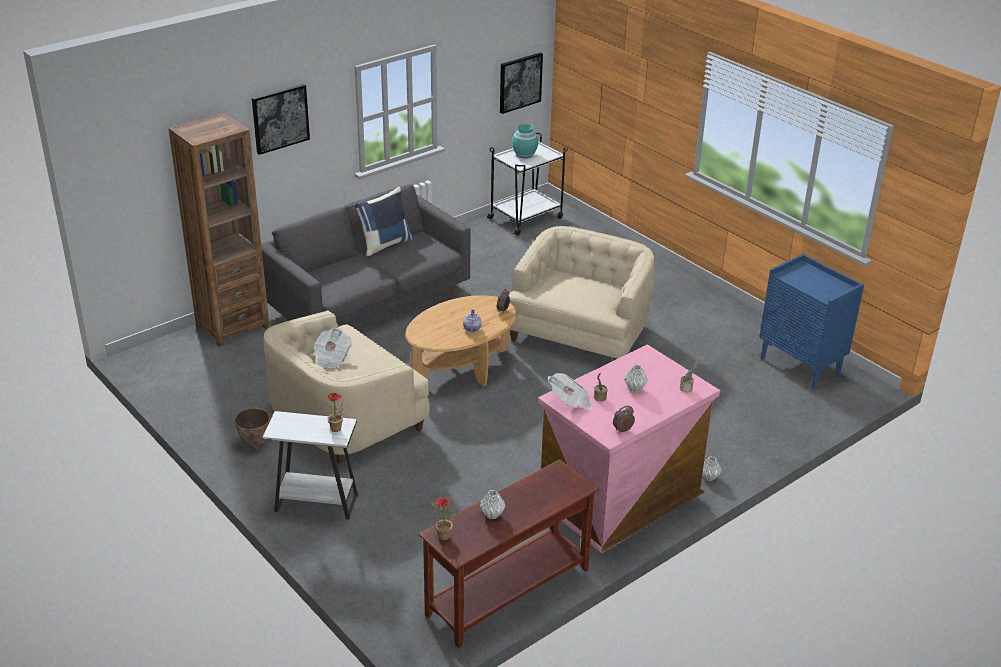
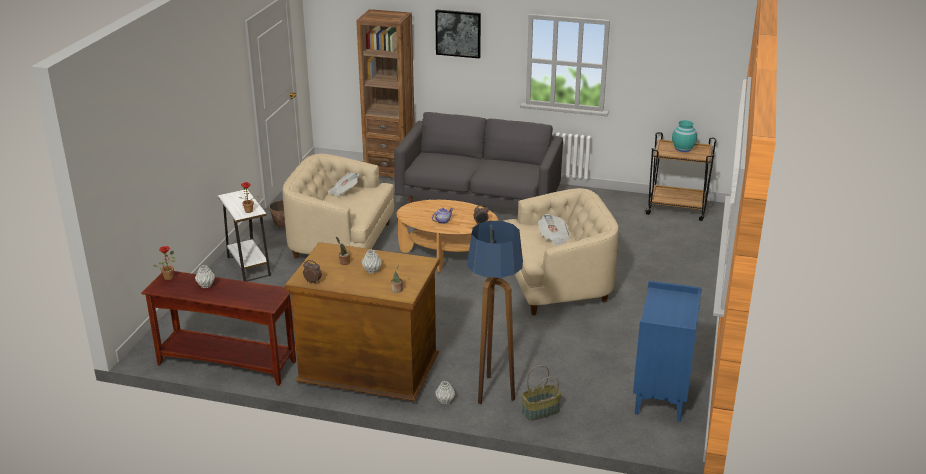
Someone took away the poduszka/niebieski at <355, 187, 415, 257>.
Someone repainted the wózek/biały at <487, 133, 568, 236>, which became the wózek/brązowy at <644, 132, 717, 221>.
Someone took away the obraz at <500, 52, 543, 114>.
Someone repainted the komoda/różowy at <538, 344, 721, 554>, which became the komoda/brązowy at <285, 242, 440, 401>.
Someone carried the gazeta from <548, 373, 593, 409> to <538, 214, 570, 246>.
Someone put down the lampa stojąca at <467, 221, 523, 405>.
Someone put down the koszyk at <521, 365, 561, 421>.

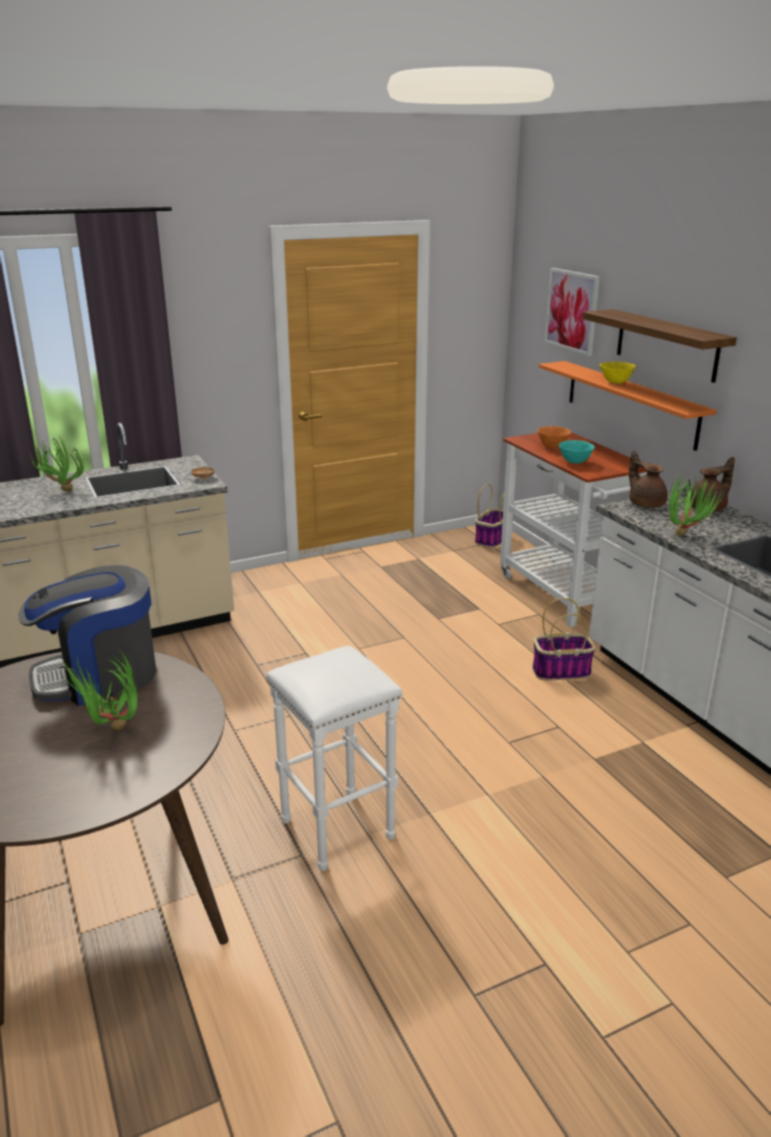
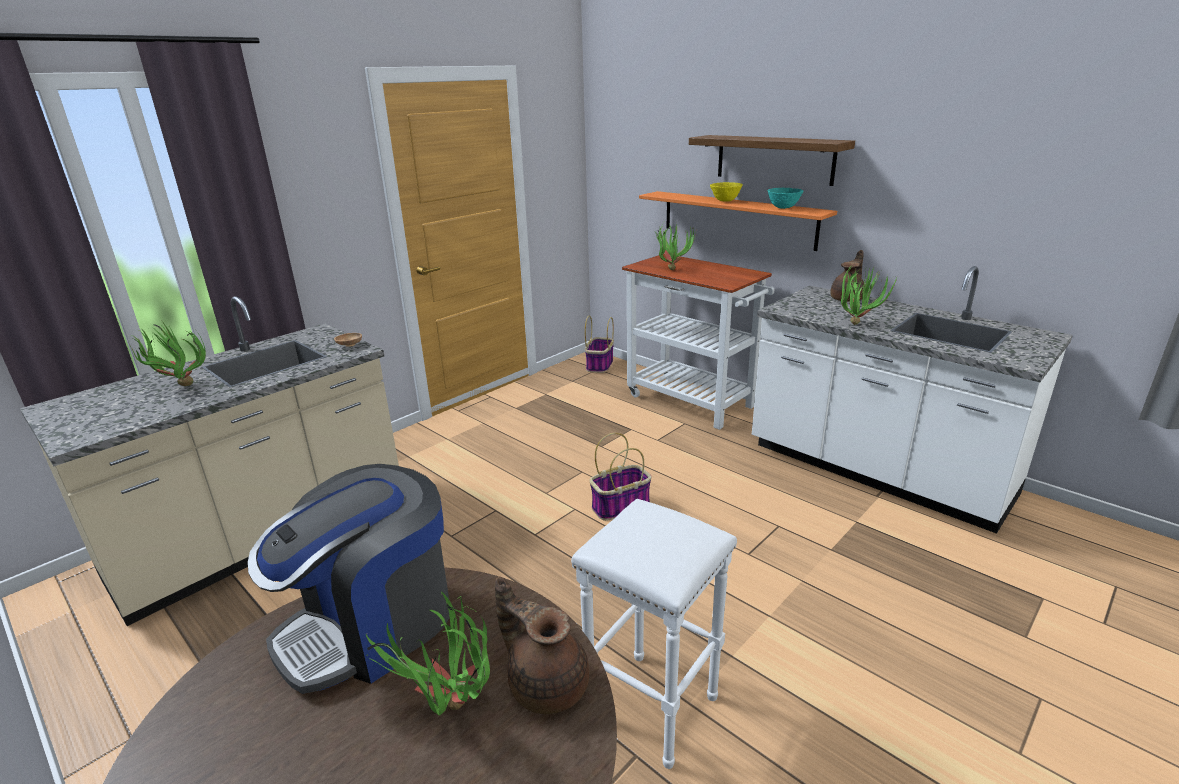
Someone carried the koszyk from <533, 598, 596, 680> to <589, 433, 652, 521>.
Someone swapped the miska/pomarańczowy at <538, 426, 571, 448> for the roślina doniczkowa at <655, 223, 696, 270>.
Someone took away the obraz at <544, 268, 600, 356>.
Someone carried the miska/turkusowy from <559, 440, 595, 463> to <767, 188, 804, 209>.
Someone carried the imbryk/brązowy from <629, 451, 668, 508> to <494, 577, 589, 714>.

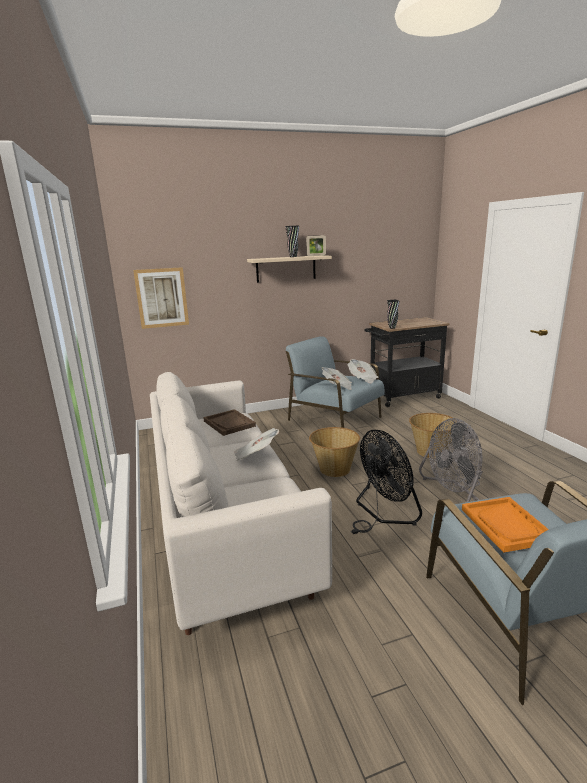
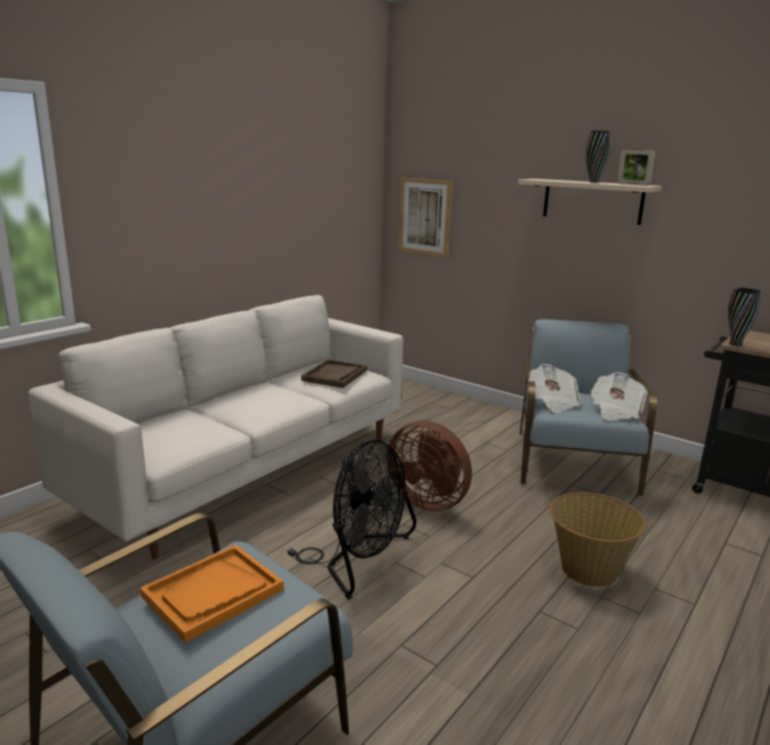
Someone took away the gazeta at <234, 428, 279, 461>.
Someone swapped the koszyk at <309, 427, 360, 477> for the wentylator/brązowy at <386, 421, 472, 512>.
Someone took away the wentylator/szary at <419, 418, 483, 502>.

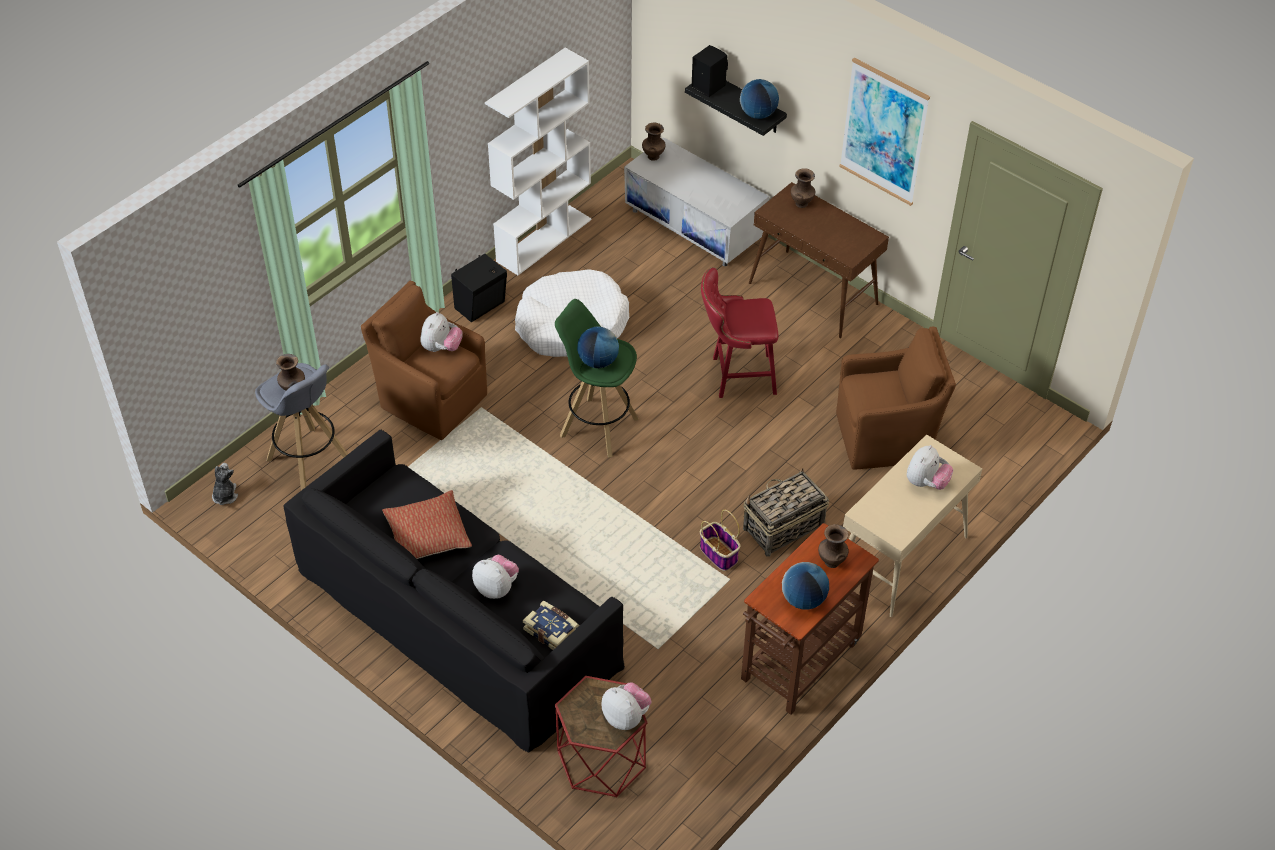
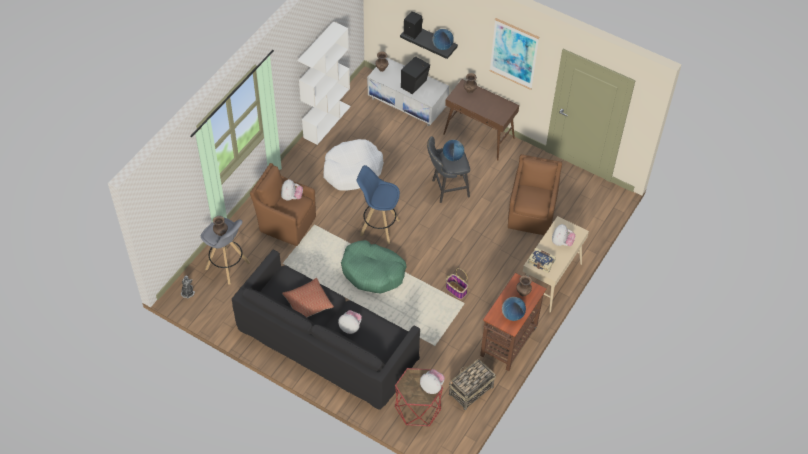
Someone carried the głośnik/czarny from <451, 254, 507, 322> to <401, 56, 430, 94>.
Someone carried the książka from <523, 600, 579, 650> to <527, 248, 556, 273>.
Someone repainted the stołek/zielony at <555, 299, 639, 458>, which became the stołek/niebieski at <357, 165, 400, 244>.
Someone carried the globus from <577, 327, 619, 368> to <443, 140, 464, 161>.
Someone repainted the stołek/czerwony at <701, 267, 778, 398>, which became the stołek/szary at <427, 136, 470, 203>.
Someone carried the koszyk from <743, 468, 829, 557> to <449, 359, 496, 410>.
Someone rotated the fotel/brązowy at <836, 327, 956, 469> by 60 degrees counterclockwise.
Someone put down the legowisko/zielony at <341, 240, 407, 294>.

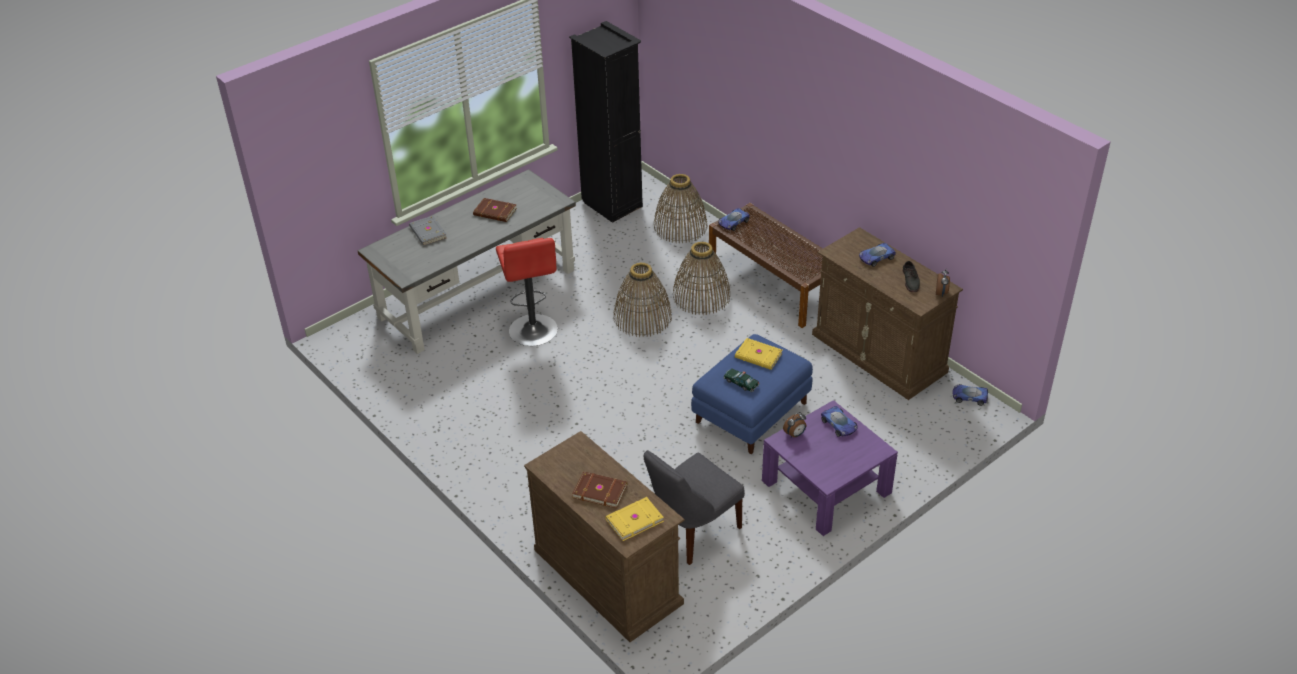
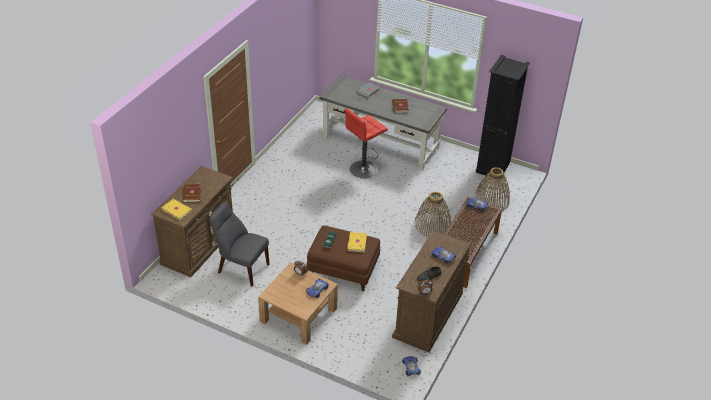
Someone took away the koszyk at <613, 263, 672, 337>.
Someone repainted the pufa/niebieski at <691, 334, 813, 454>, which became the pufa/brązowy at <307, 226, 380, 291>.
Someone repainted the ława/fioletowy at <762, 400, 898, 536>, which became the ława/brązowy at <258, 262, 338, 345>.

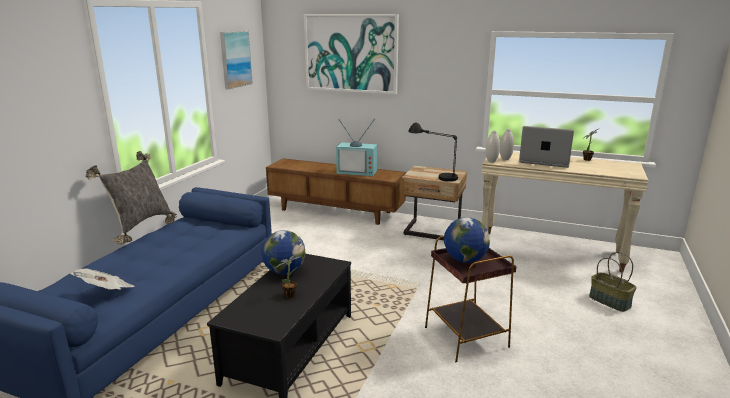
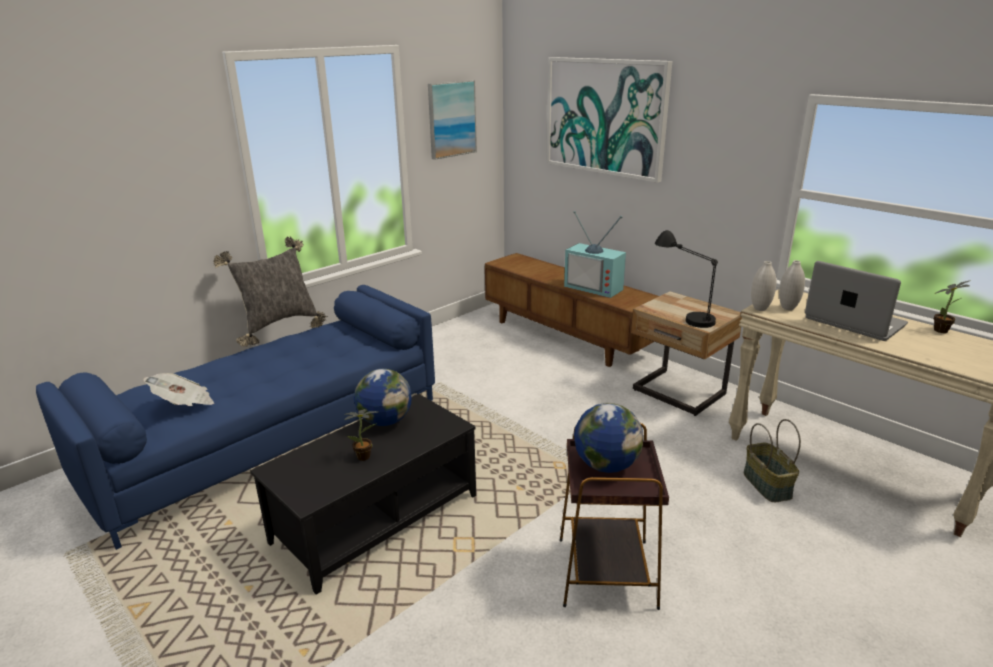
Someone carried the koszyk from <589, 252, 636, 312> to <744, 419, 801, 502>.

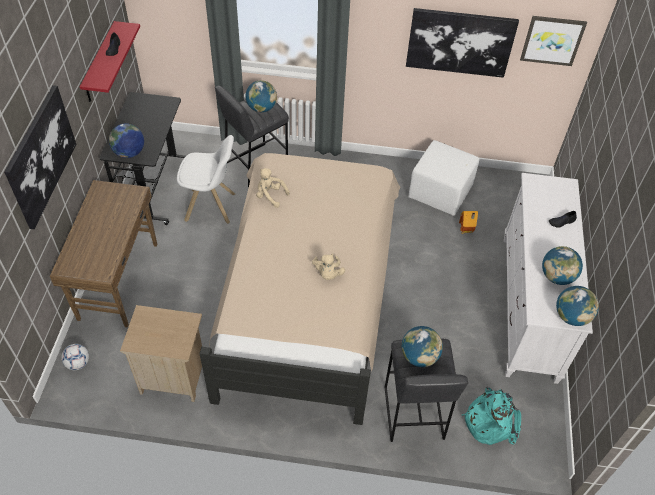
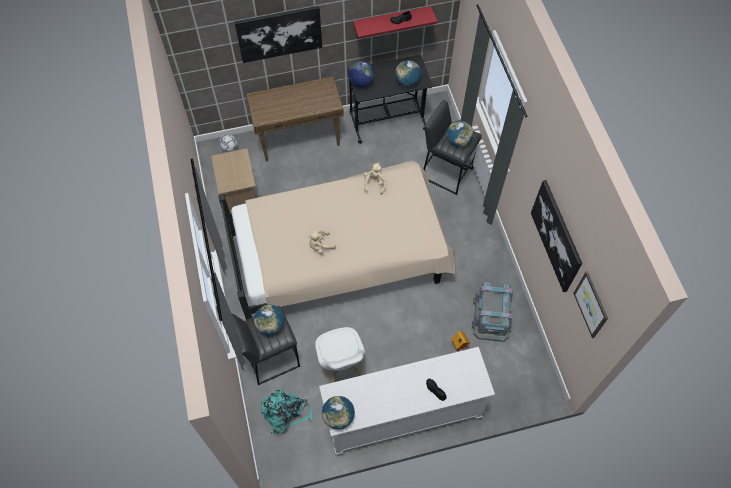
Someone carried the krzesło/biały from <177, 135, 235, 224> to <315, 327, 365, 383>.
Someone swapped the pufa/biały at <408, 140, 479, 216> for the pojemnik do przechowywania/szary at <472, 281, 513, 342>.
Someone carried the globus from <542, 246, 583, 285> to <395, 60, 421, 86>.

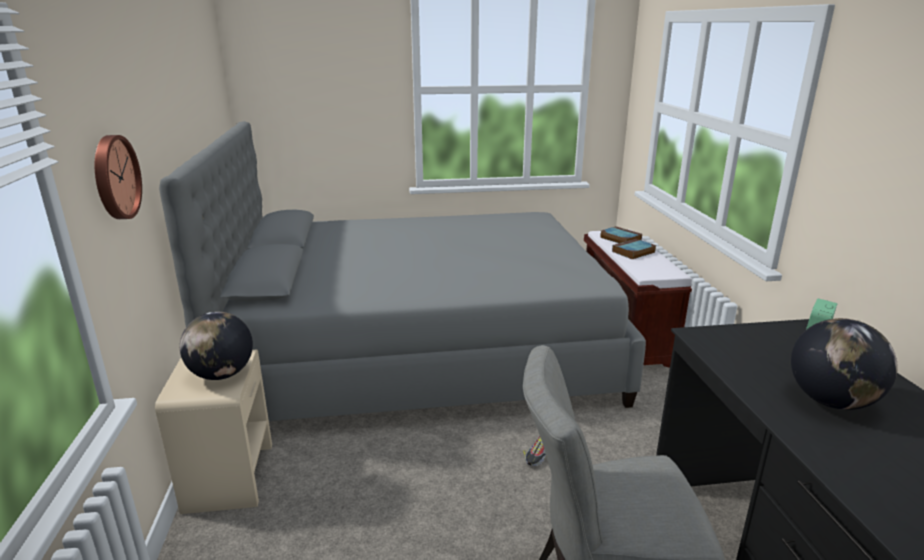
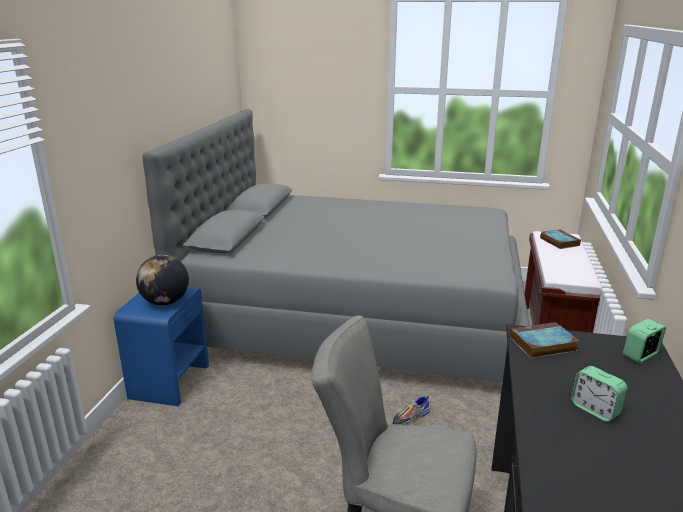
Someone took away the zegar ścienny at <95, 135, 142, 219>.
Someone repainted the szafka nocna/beżowy at <155, 350, 272, 514>, which became the szafka nocna/niebieski at <113, 288, 209, 406>.
Someone carried the książka from <612, 239, 656, 259> to <510, 322, 579, 358>.
Someone swapped the globus at <791, 318, 898, 410> for the budzik at <571, 366, 627, 422>.

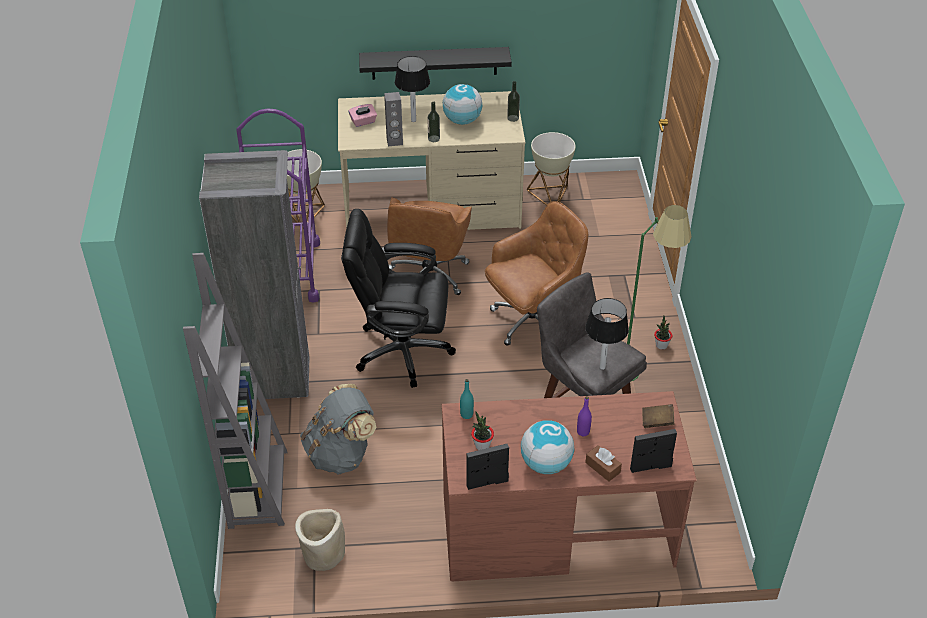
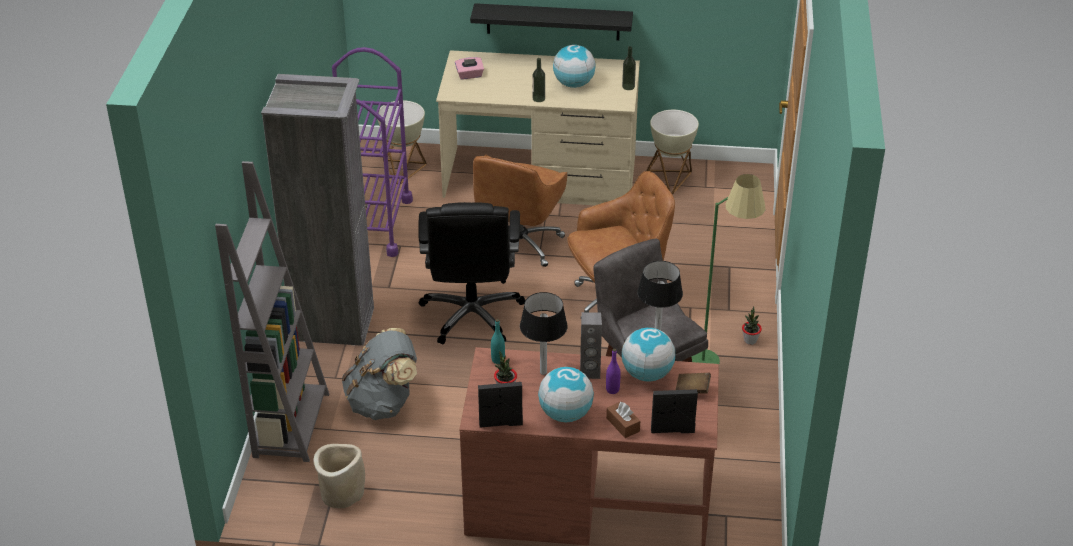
Someone rotated the krzesło biurowe/czarny at <341, 209, 456, 388> by 105 degrees counterclockwise.
Someone carried the głośnik/szary from <384, 92, 403, 146> to <580, 312, 602, 379>.
Someone carried the lampa stołowa from <395, 56, 430, 122> to <520, 292, 568, 375>.
Someone put down the globus at <622, 328, 675, 382>.

